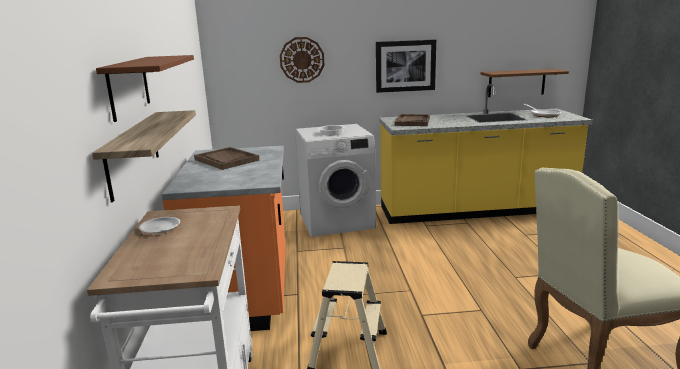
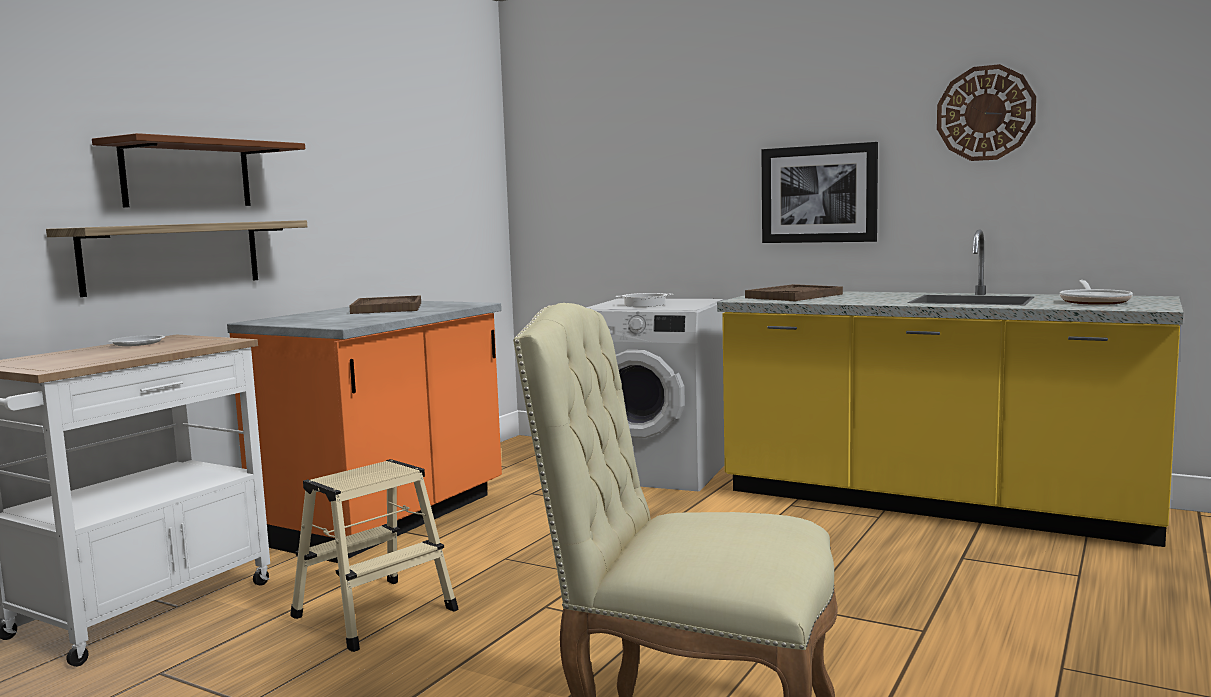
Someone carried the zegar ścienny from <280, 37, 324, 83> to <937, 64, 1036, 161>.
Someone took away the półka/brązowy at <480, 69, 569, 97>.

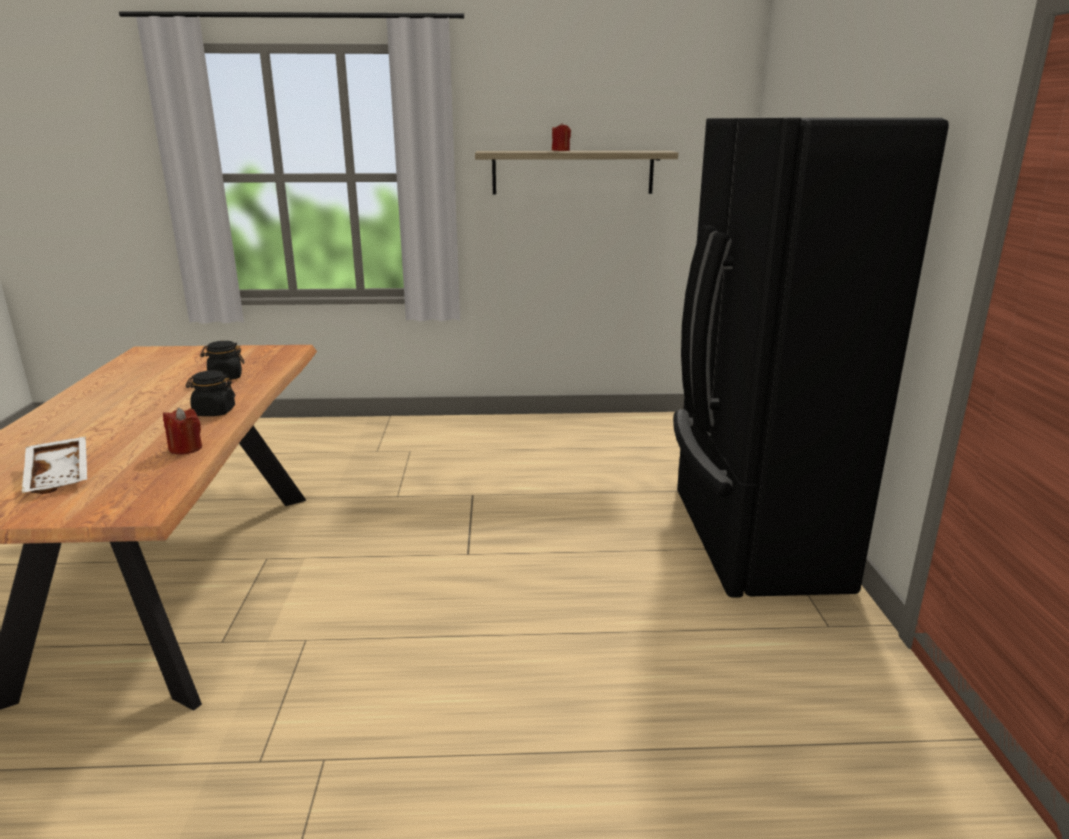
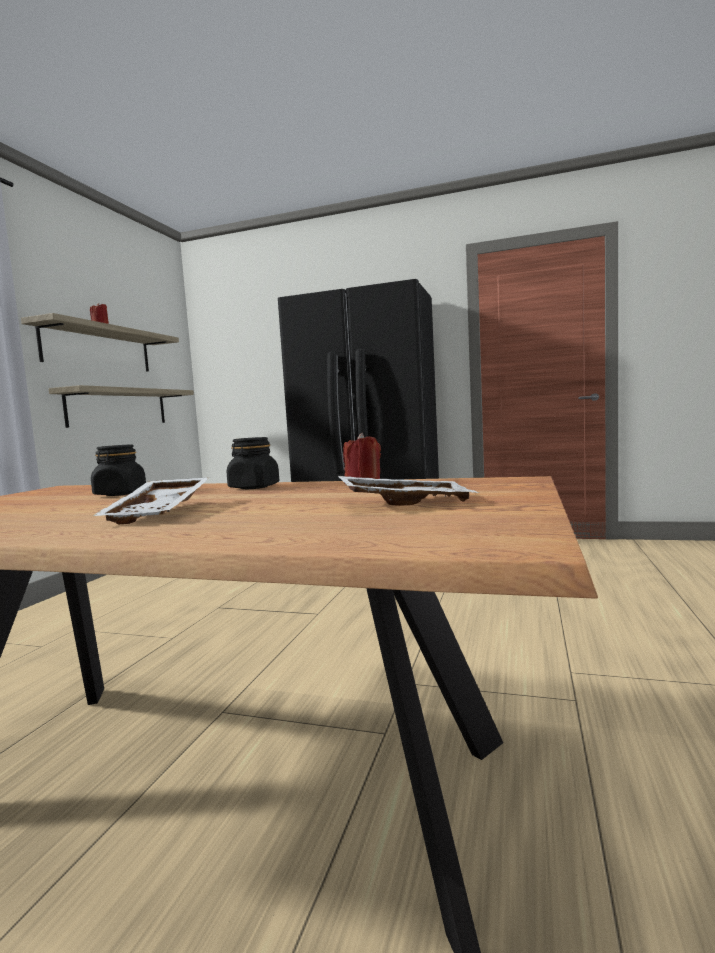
Someone put up the półka at <49, 385, 194, 428>.
Someone put down the taca/biały at <93, 477, 210, 524>.

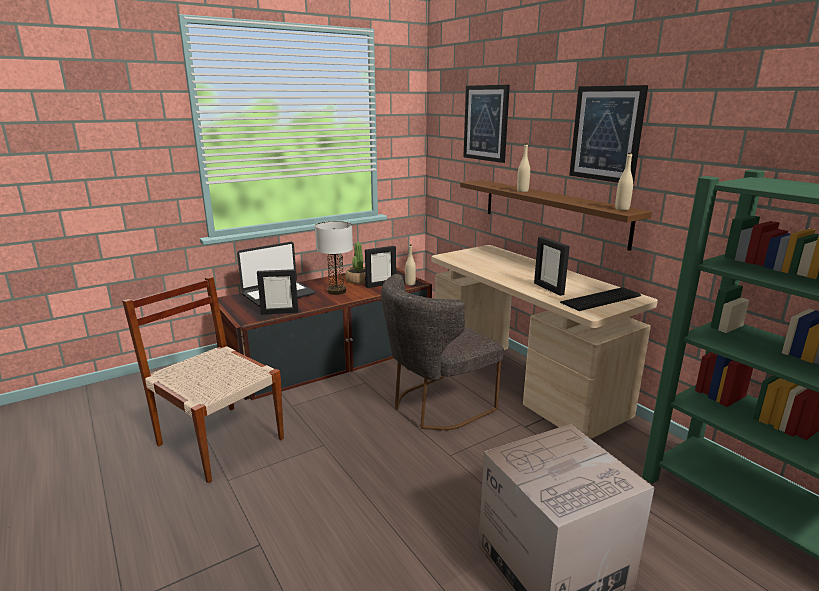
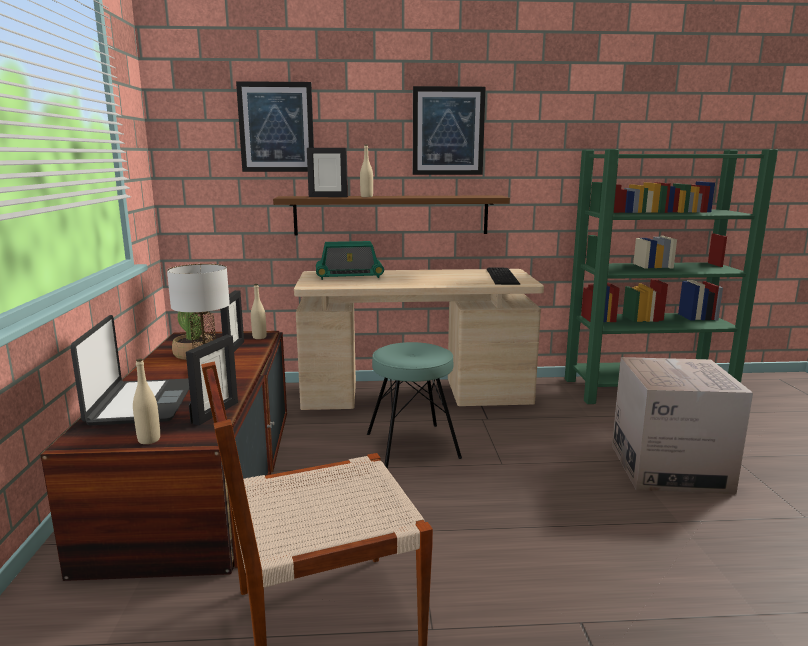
Someone swapped the krzesło/szary at <381, 274, 504, 430> for the stołek/turkusowy at <367, 342, 462, 469>.
Someone carried the ramka na zdjęcie from <534, 237, 570, 296> to <307, 148, 348, 197>.
Someone carried the butelka/beżowy from <615, 153, 633, 210> to <133, 358, 160, 444>.
Someone put down the radio at <316, 241, 384, 280>.

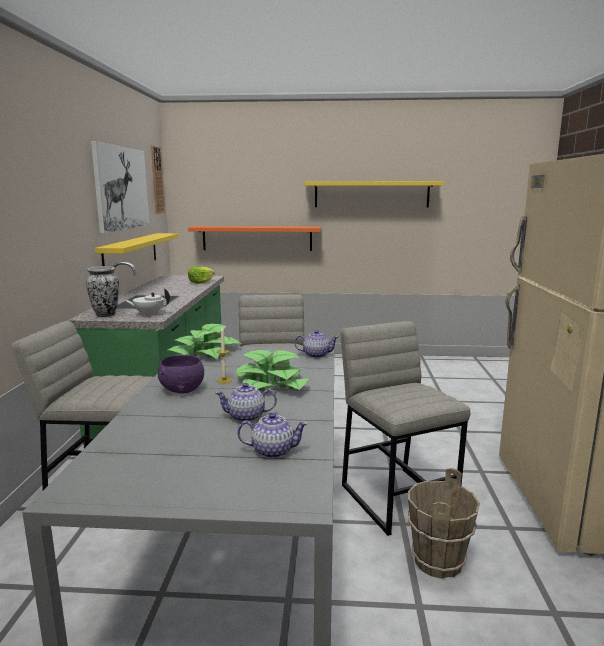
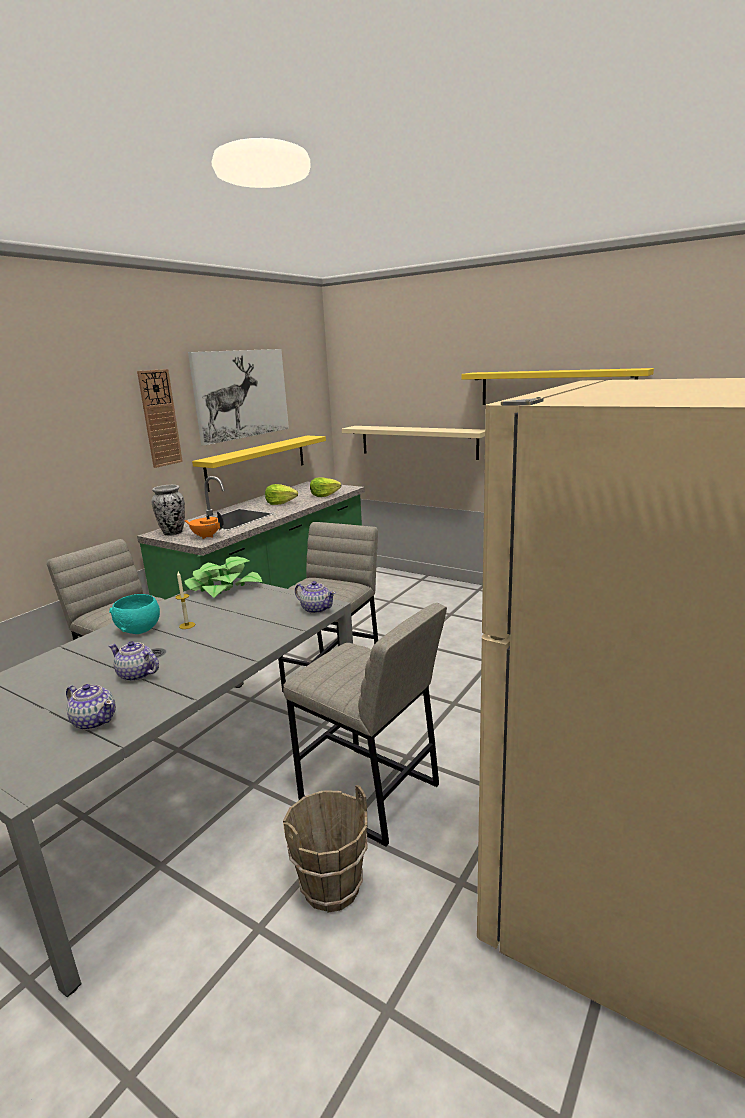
Someone repainted the imbryk/biały at <124, 288, 170, 316>, which became the imbryk/pomarańczowy at <184, 511, 224, 539>.
Someone carried the zegar ścienny from <151, 146, 165, 214> to <137, 369, 183, 468>.
Someone repainted the miska/fioletowy at <158, 355, 204, 393>, which became the miska/turkusowy at <109, 594, 160, 634>.
Someone repainted the półka/pomarańczowy at <188, 226, 321, 251>, which became the półka/beżowy at <342, 426, 485, 460>.
Someone took away the roślina doniczkowa at <235, 350, 309, 391>.
Someone rotated the krzesło/szary at <341, 321, 470, 536> by 120 degrees clockwise.
Someone put down the sałata at <265, 484, 298, 505>.

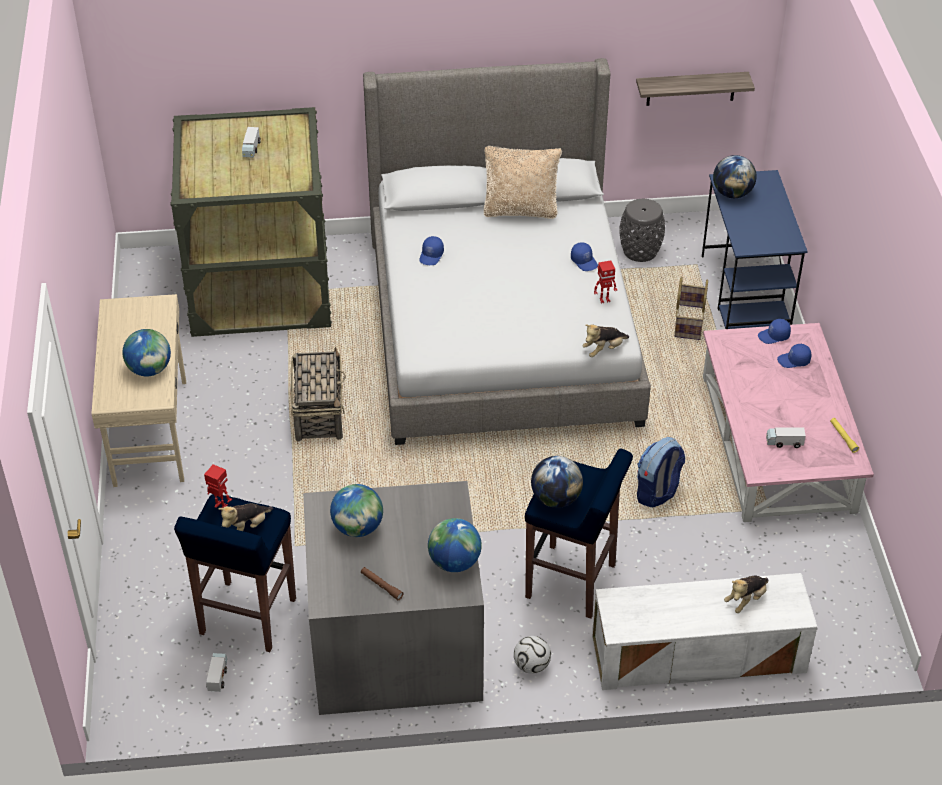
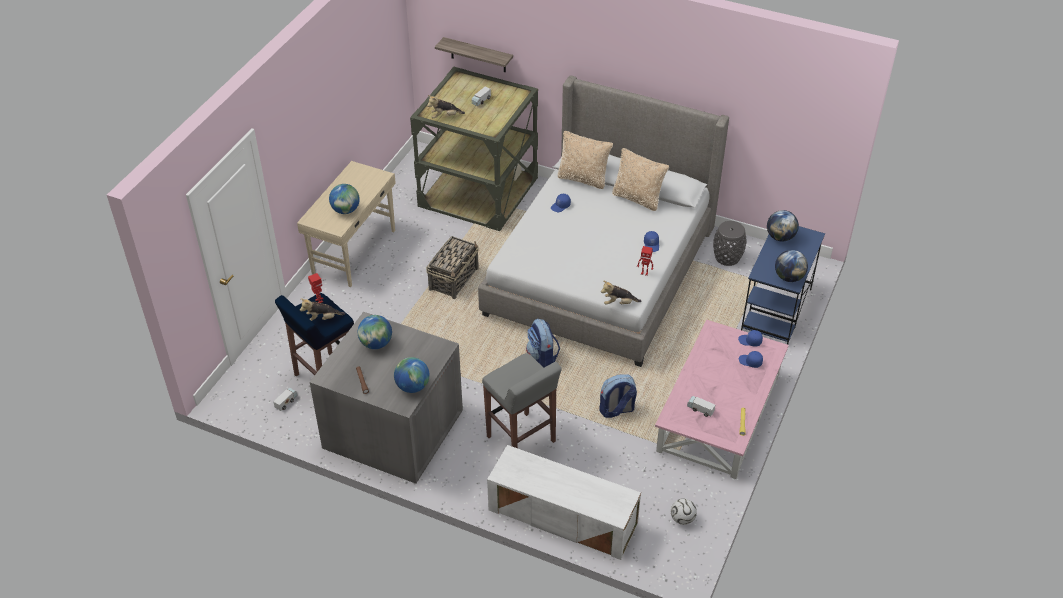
Someone carried the piłka futbolowa from <514, 636, 551, 674> to <671, 498, 697, 525>.
Someone repainted the stołek/niebieski at <525, 448, 633, 619>, which became the stołek/szary at <482, 353, 562, 448>.
Someone carried the globus from <531, 456, 583, 508> to <775, 250, 808, 282>.
Someone carried the półka from <636, 72, 755, 106> to <435, 37, 513, 73>.
Someone took away the koszyk at <674, 276, 708, 340>.
Someone carried the pluszak from <724, 575, 768, 613> to <427, 95, 465, 118>.
Someone put down the plecak at <526, 319, 560, 367>.
Someone put down the poduszka/beżowy at <557, 130, 613, 189>.

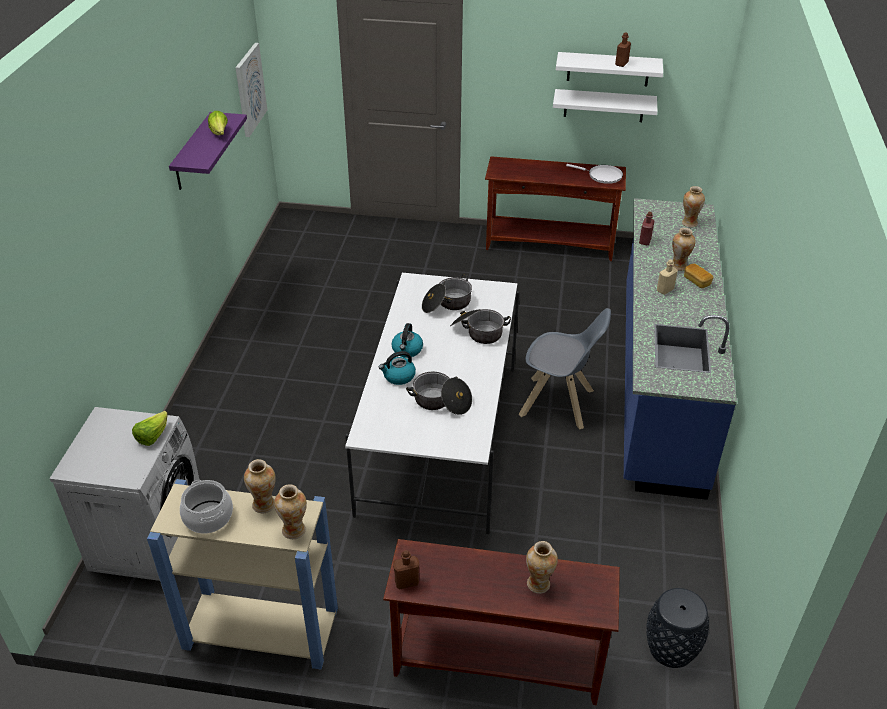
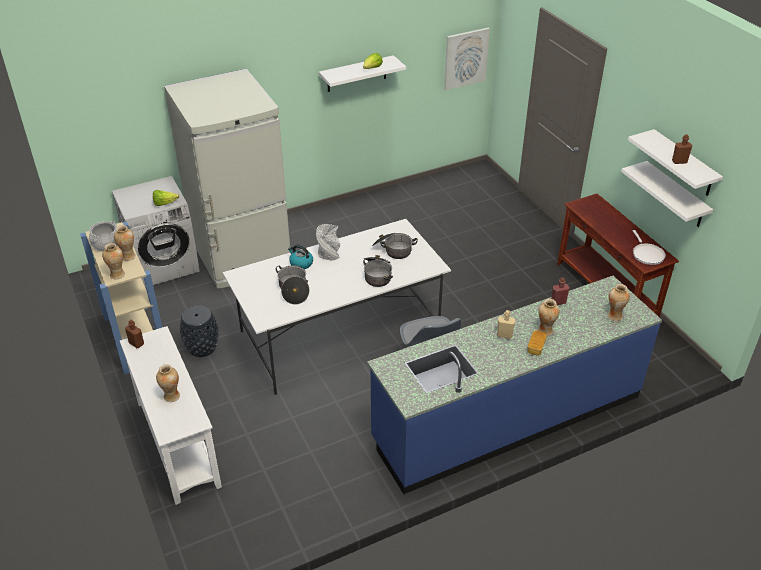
Someone repainted the półka/fioletowy at <169, 112, 247, 190>, which became the półka/biały at <319, 55, 406, 92>.
Someone repainted the stolik konsolowy/brązowy at <383, 539, 620, 705>, which became the stolik konsolowy/biały at <120, 326, 222, 505>.
Someone swapped the czajnik at <392, 323, 423, 358> for the wazon/szary at <316, 224, 340, 261>.
Someone carried the stołek/czarny from <646, 588, 709, 668> to <180, 305, 218, 357>.
Someone put down the lodówka/biały at <164, 68, 290, 288>.

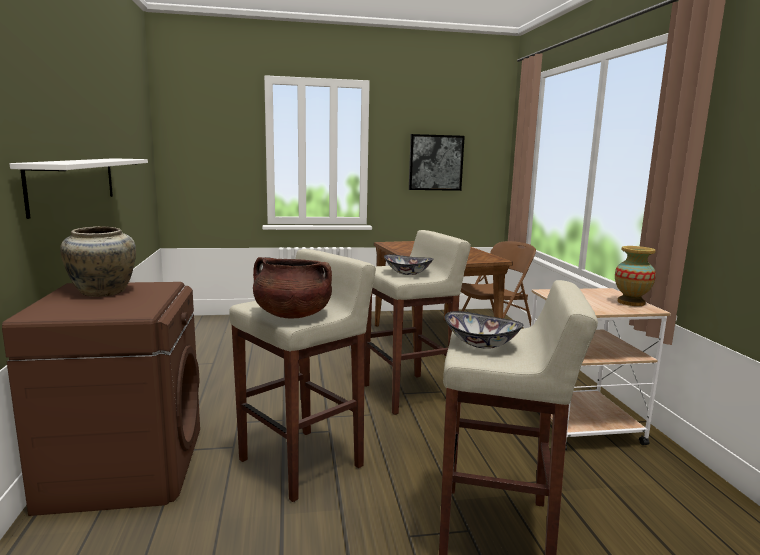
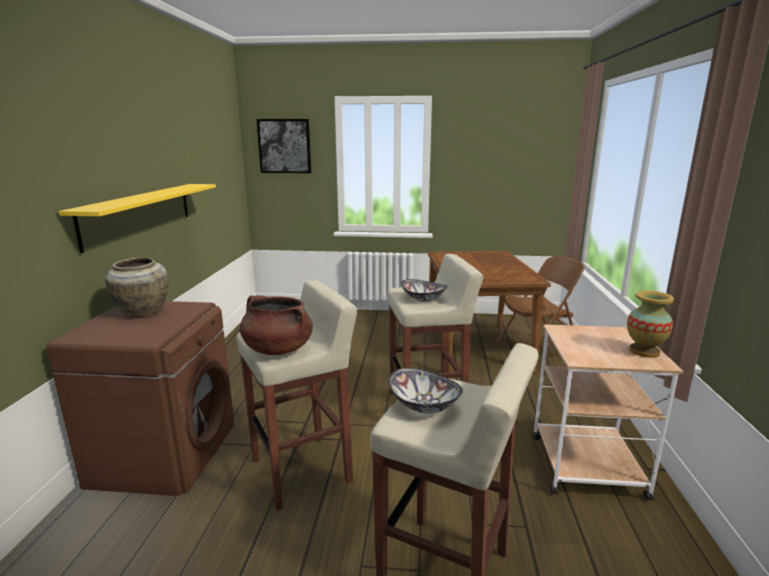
Someone repainted the półka/biały at <10, 158, 148, 219>, which became the półka/żółty at <59, 184, 216, 253>.
Someone carried the obraz from <409, 134, 465, 191> to <257, 119, 311, 173>.

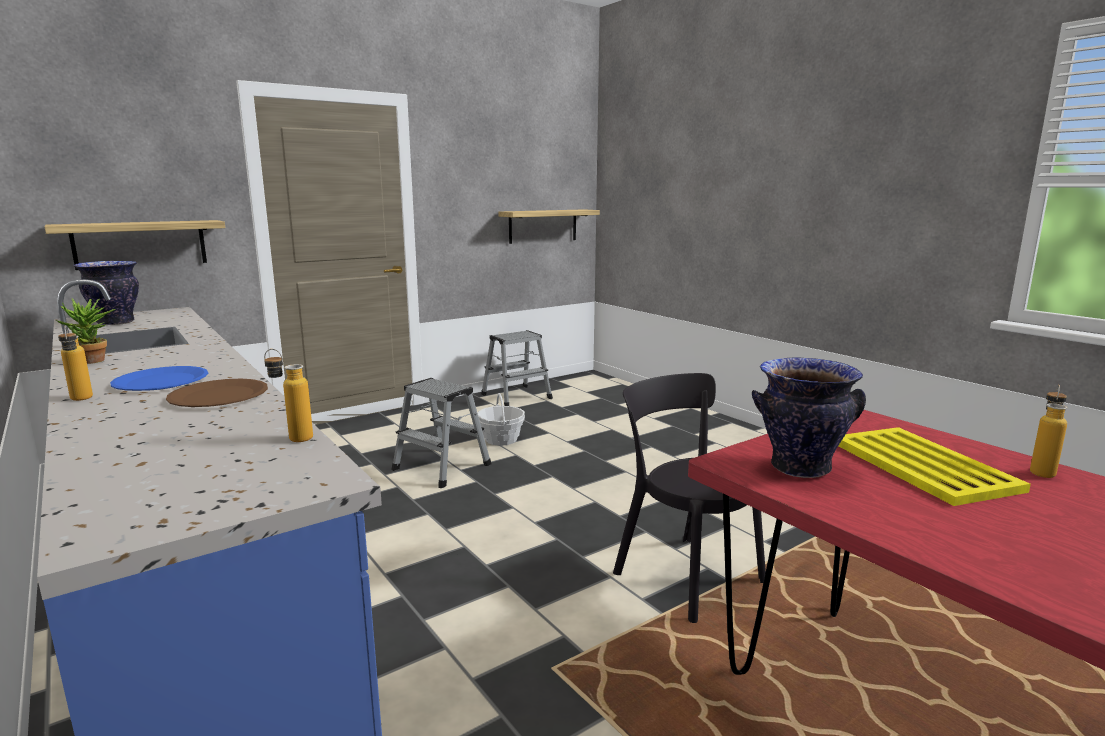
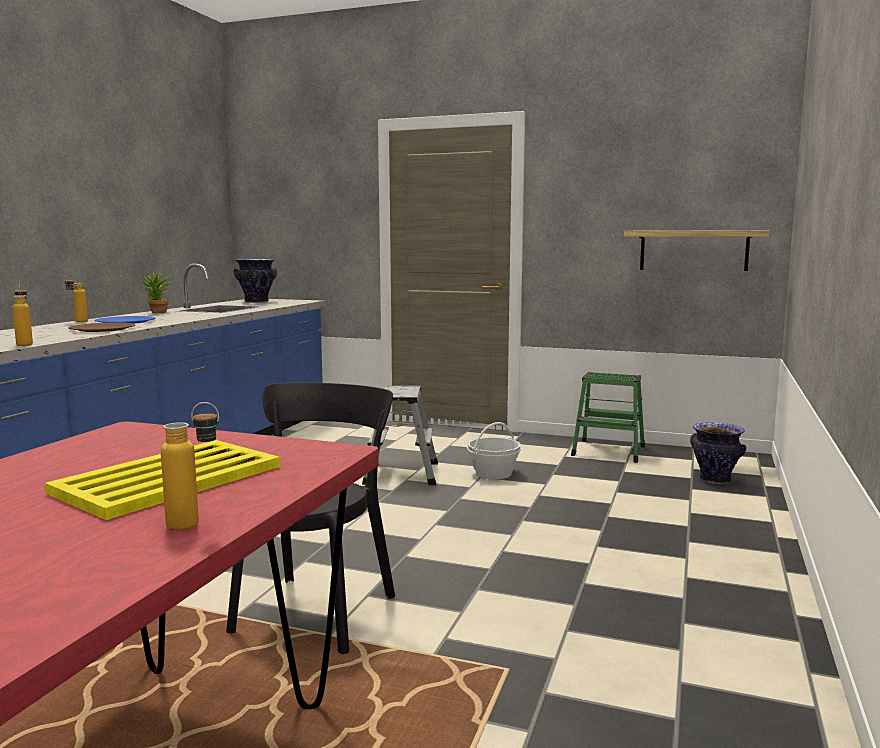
Someone took away the półka at <45, 220, 225, 270>.
Someone repainted the drabinka/szary at <481, 330, 553, 406>, which became the drabinka/zielony at <571, 372, 645, 463>.
Someone carried the wazon from <752, 358, 866, 478> to <690, 422, 746, 484>.

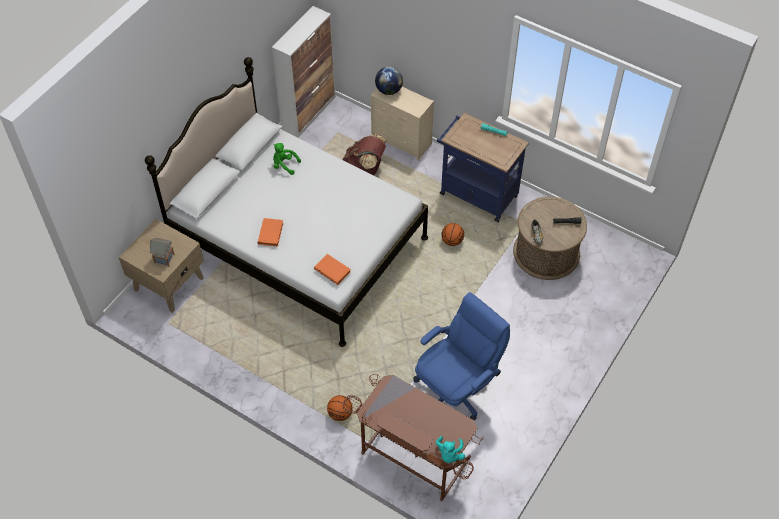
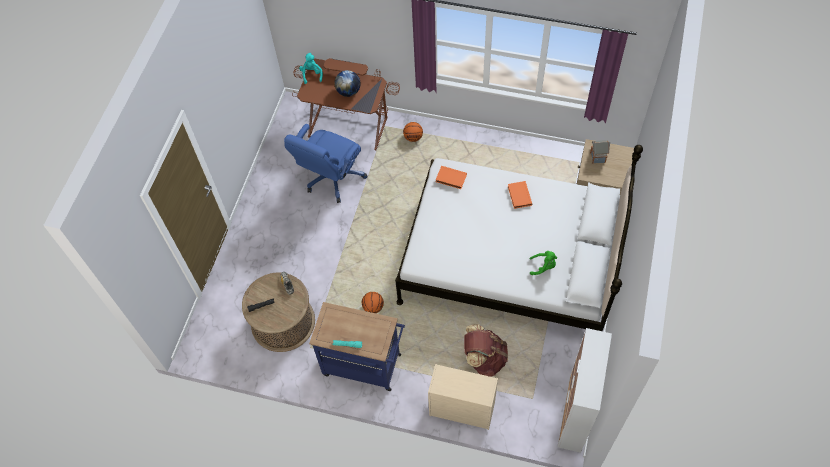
Someone carried the globus from <375, 67, 403, 95> to <334, 70, 361, 97>.

